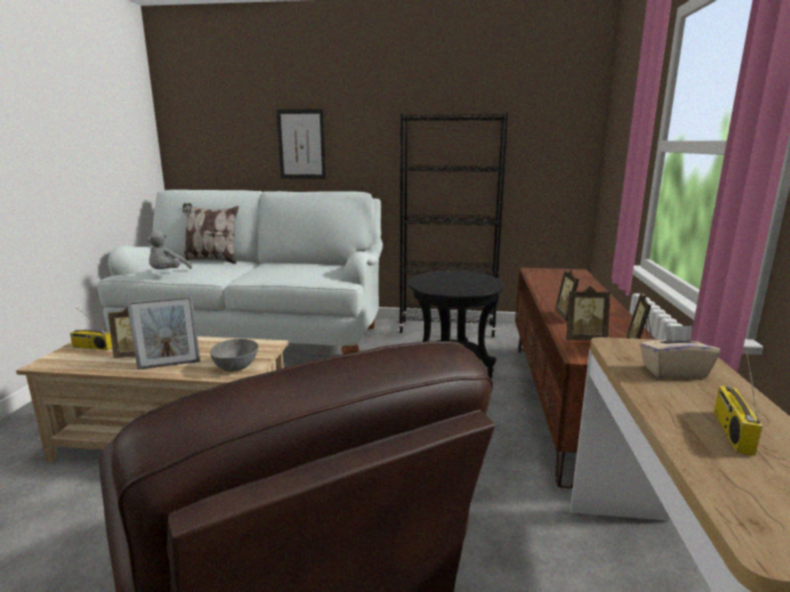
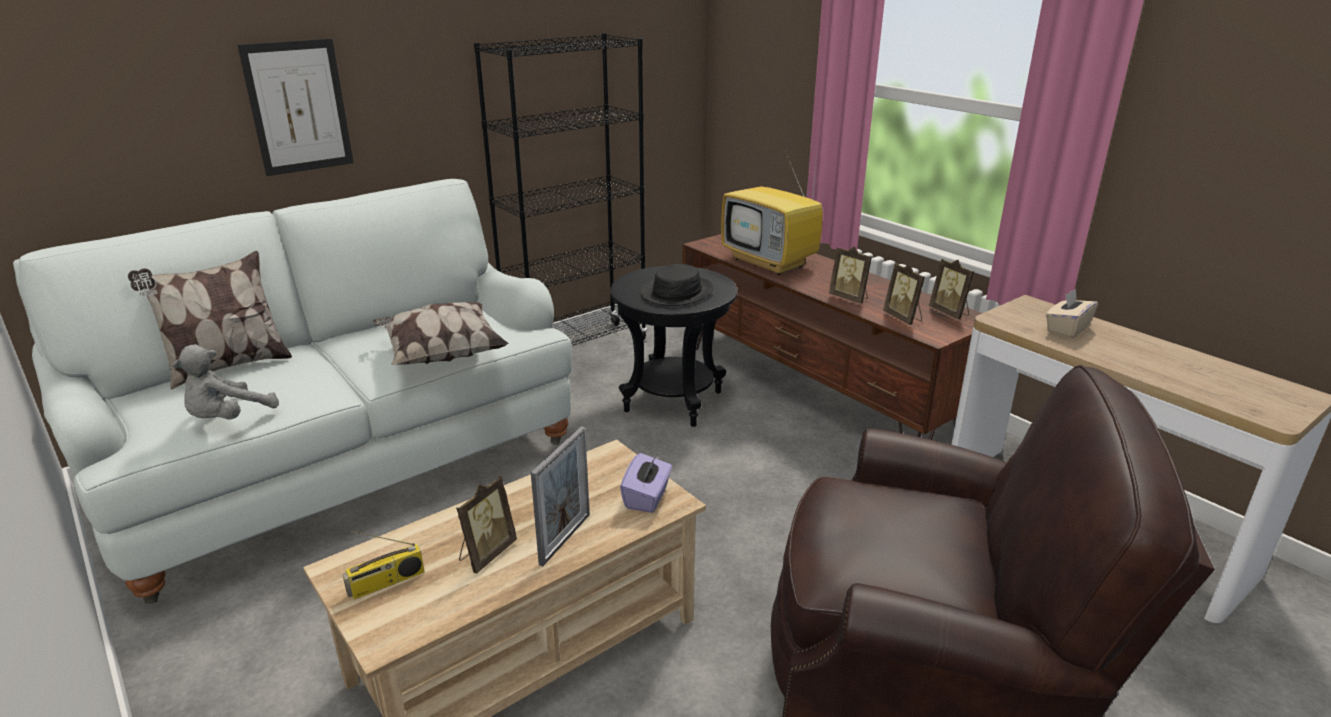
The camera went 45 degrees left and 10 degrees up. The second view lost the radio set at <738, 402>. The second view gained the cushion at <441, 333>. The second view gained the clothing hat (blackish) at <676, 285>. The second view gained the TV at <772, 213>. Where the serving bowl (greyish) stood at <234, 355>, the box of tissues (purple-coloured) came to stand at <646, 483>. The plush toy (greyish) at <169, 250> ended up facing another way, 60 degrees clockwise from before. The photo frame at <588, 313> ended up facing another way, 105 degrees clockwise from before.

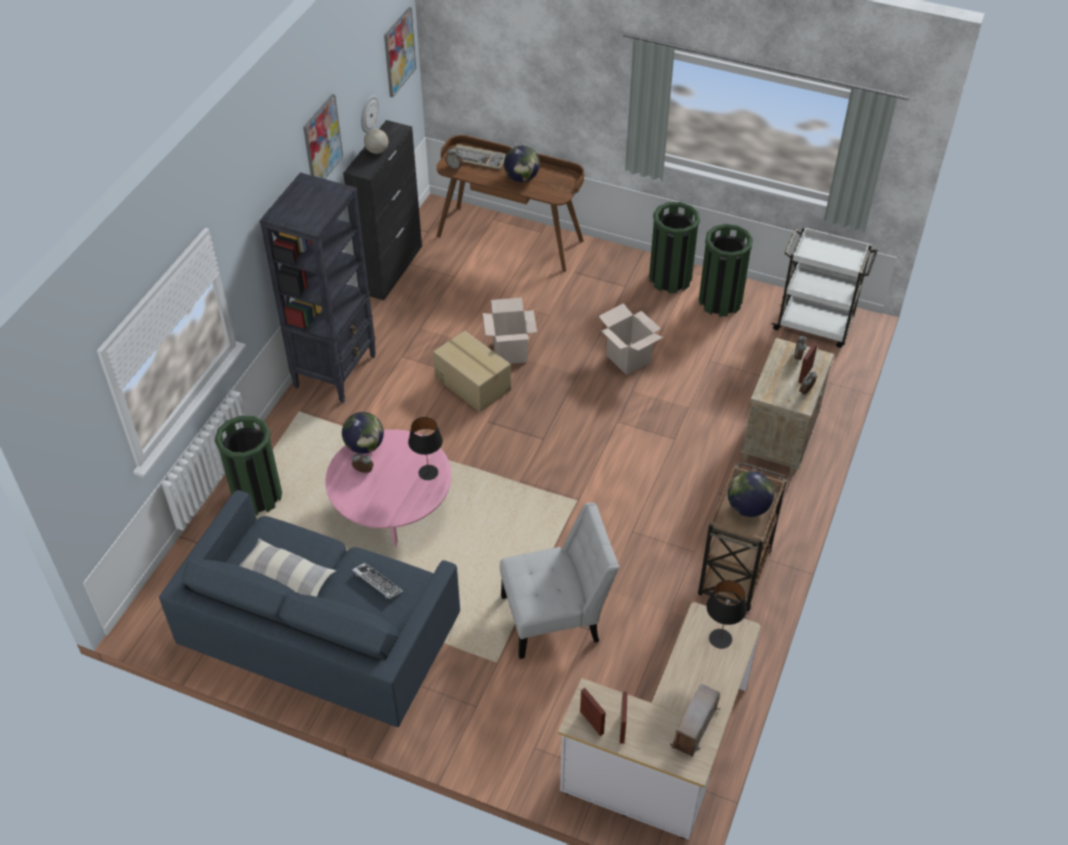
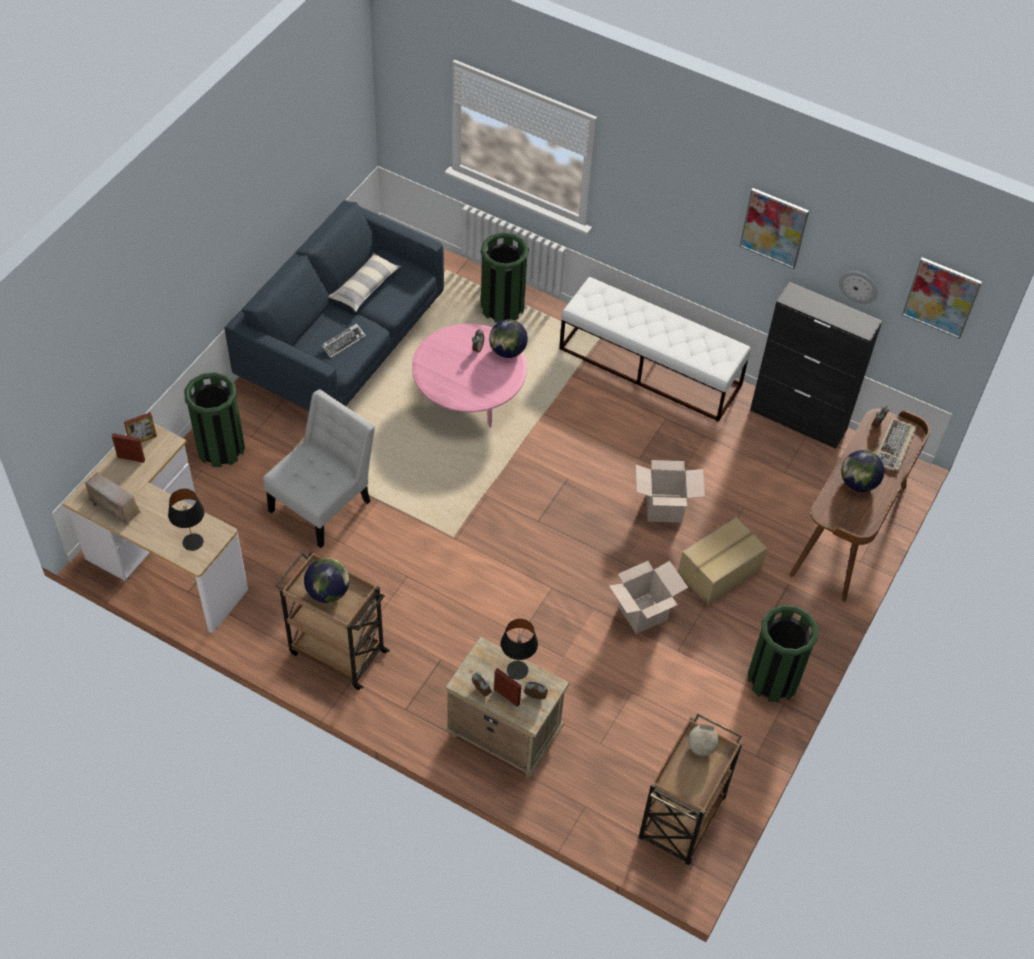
The camera went 95 degrees right and 5 degrees up. The globe ended up elsewhere, having gone from <376, 135> to <703, 740>. The table lamp (blackish) ended up elsewhere, having gone from <425, 448> to <519, 649>. The packing box ended up elsewhere, having gone from <472, 371> to <722, 561>. The trash can (green-coloured) ended up elsewhere, having gone from <726, 270> to <214, 419>. Where the bookshelf (blackish) stood at <318, 287>, the bench (white) came to stand at <655, 349>. What was the cart (white) at <824, 287> turned into the cart (brown-coloured) at <691, 789>. The chair (white) at <559, 581> ended up facing another way, 135 degrees counterclockwise from before.

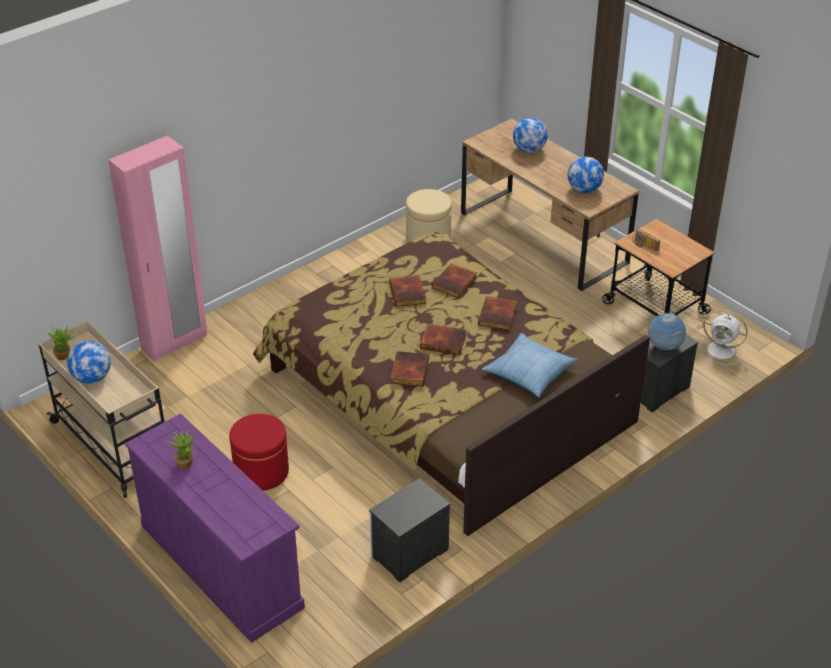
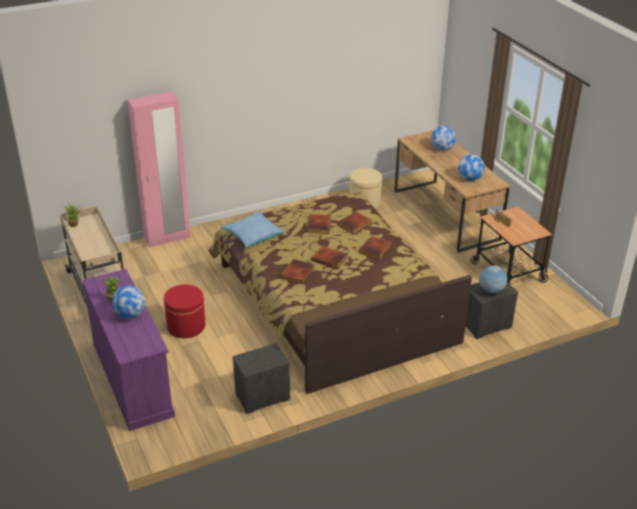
The camera went 15 degrees right and 5 degrees down. The second view lost the cooling fan (white) at <723, 337>. The globe ended up elsewhere, having gone from <89, 362> to <128, 302>. The cushion ended up elsewhere, having gone from <530, 365> to <253, 229>.

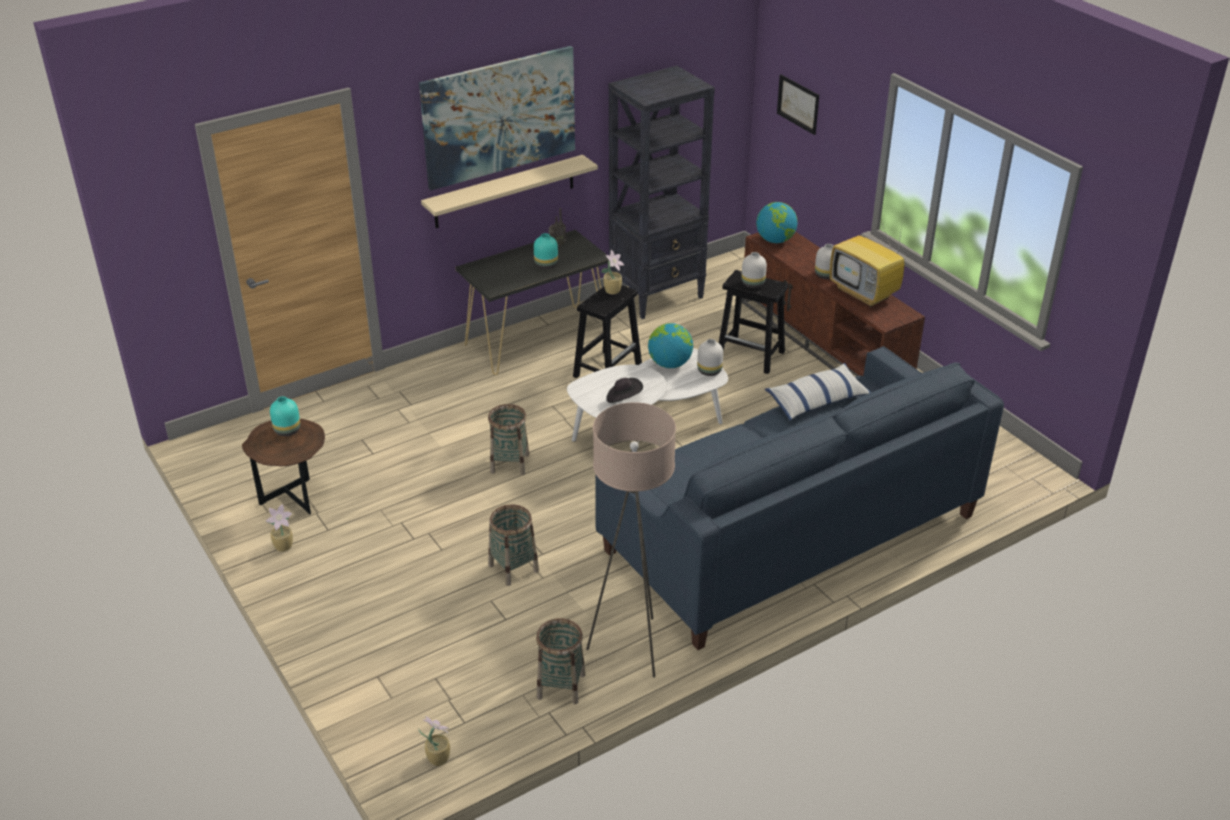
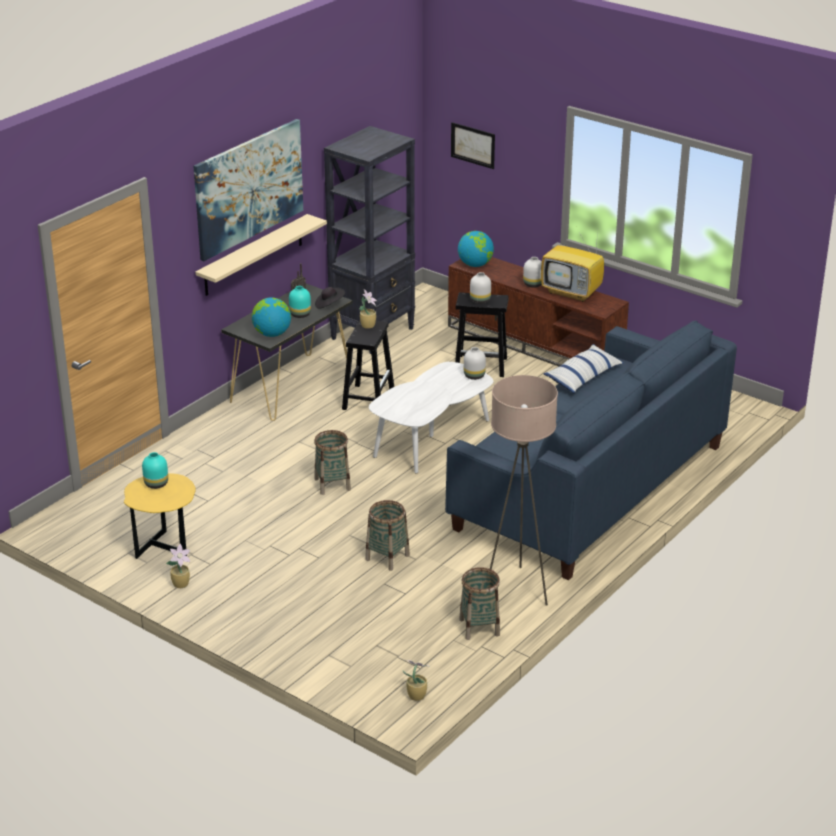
The camera went 20 degrees left and 5 degrees down. The clothing hat (blackish) ended up elsewhere, having gone from <624, 390> to <330, 298>. The globe ended up elsewhere, having gone from <670, 345> to <271, 317>. What was the end table (brown-coloured) at <283, 466> turned into the end table (yellow-coloured) at <160, 516>.

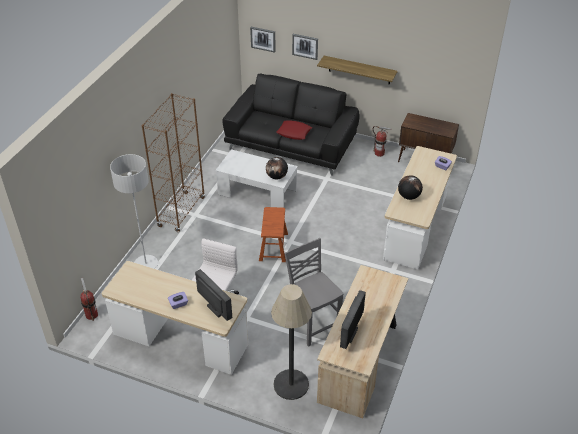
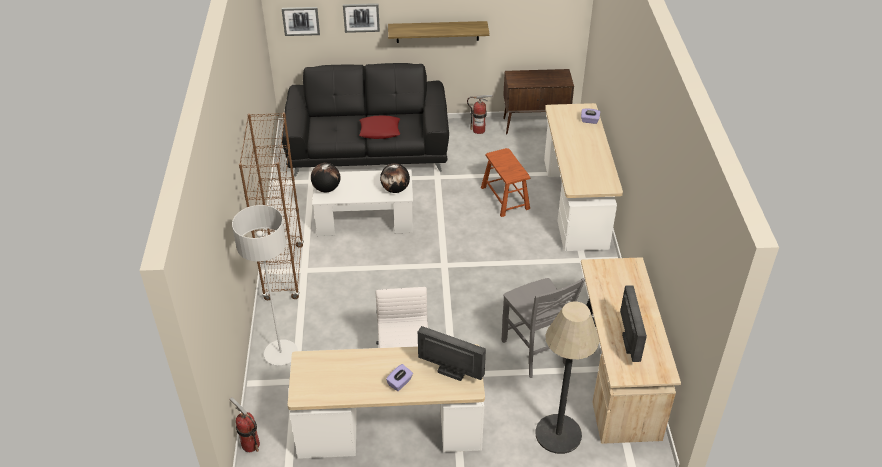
The camera went 25 degrees left and 0 degrees up. The stool (brown-coloured) ended up elsewhere, having gone from <273, 234> to <505, 182>. The globe ended up elsewhere, having gone from <410, 187> to <326, 177>. The chair (greyish) at <314, 292> ended up facing another way, 150 degrees counterclockwise from before.

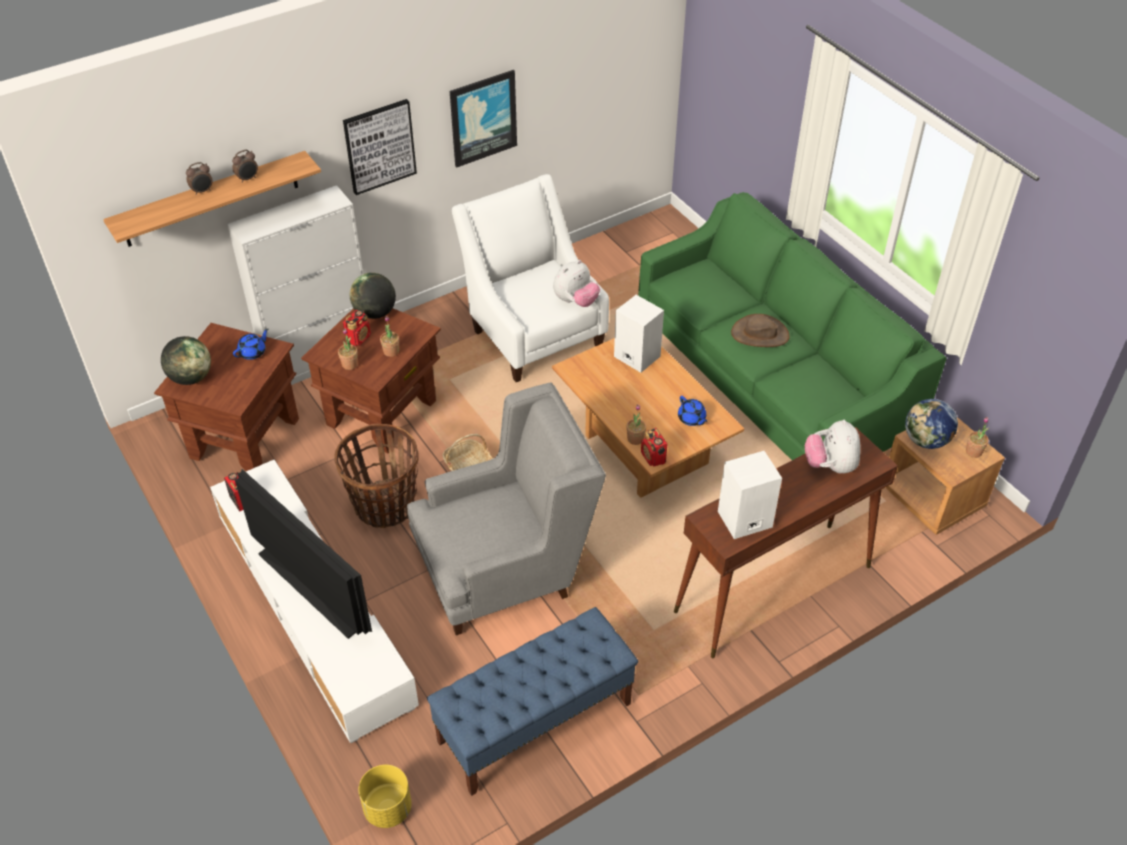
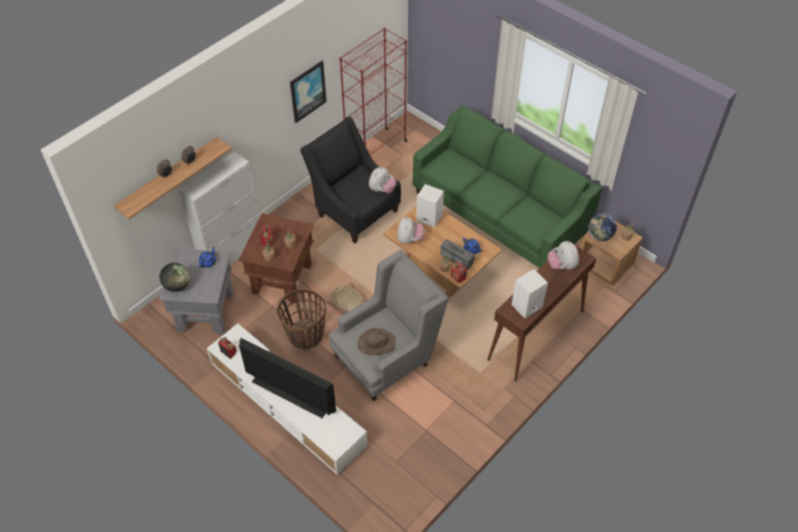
The camera went 15 degrees left and 5 degrees up. The second view lost the picture at <380, 147>. The second view lost the globe at <373, 296>. The second view lost the flower pot (yellow-coloured) at <385, 796>. The second view lost the bench (blue) at <532, 701>. The second view gained the bookshelf (reddish) at <373, 91>. The second view gained the plush toy at <410, 230>. The second view gained the radio set at <458, 254>. The clothing hat (brown-coloured) ended up elsewhere, having gone from <760, 330> to <376, 341>. What was the end table (brown-coloured) at <226, 397> turned into the end table (greyish) at <196, 291>. What was the easy chair (white) at <530, 278> turned into the easy chair (blackish) at <350, 180>.

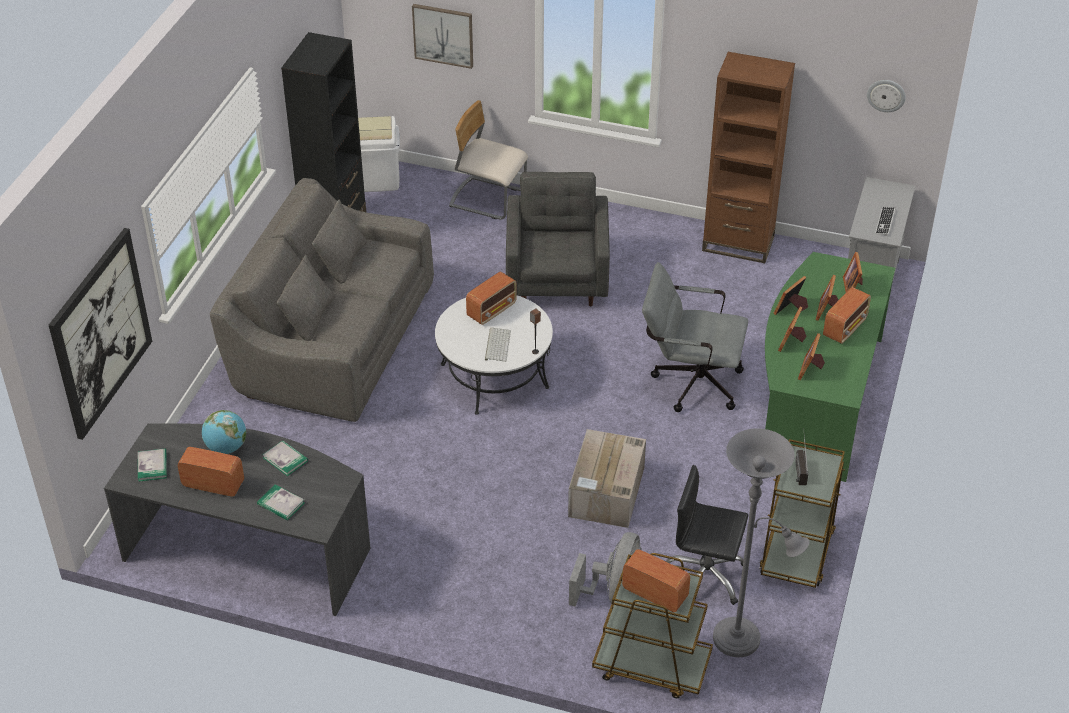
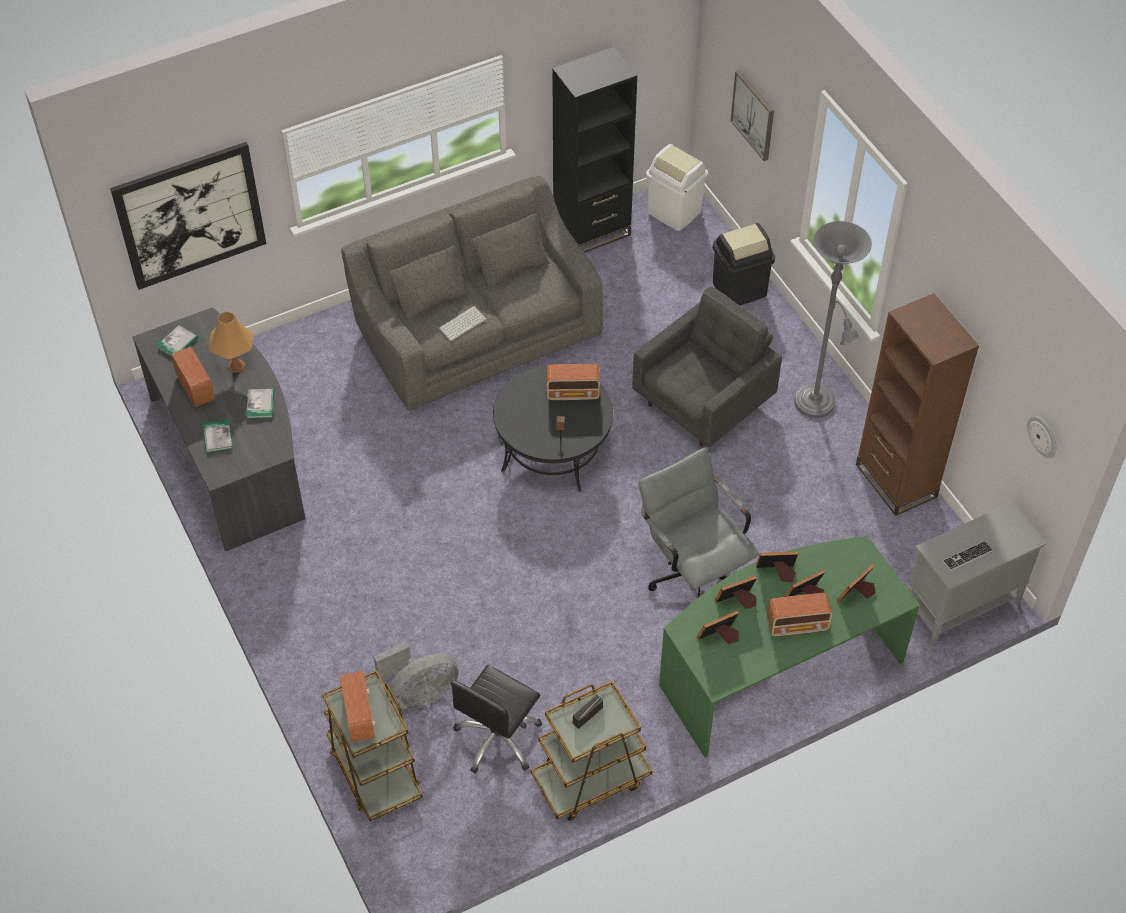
The camera went 45 degrees right and 10 degrees up. The second view lost the packing box at <607, 478>. The PC keyboard ended up elsewhere, having gone from <498, 344> to <462, 323>. The standard lamp (greyish) ended up elsewhere, having gone from <761, 542> to <833, 319>. Where the globe stood at <224, 432>, the table lamp (orange-coloured) came to stand at <231, 342>. Where the chair (sand-coloured) stood at <488, 160>, the trash can (blackish) came to stand at <744, 264>. What was the coffee table (white) at <494, 355> turned into the coffee table (blackish) at <553, 429>. The computer chair (blackish) at <707, 535> ended up facing another way, 120 degrees counterclockwise from before.

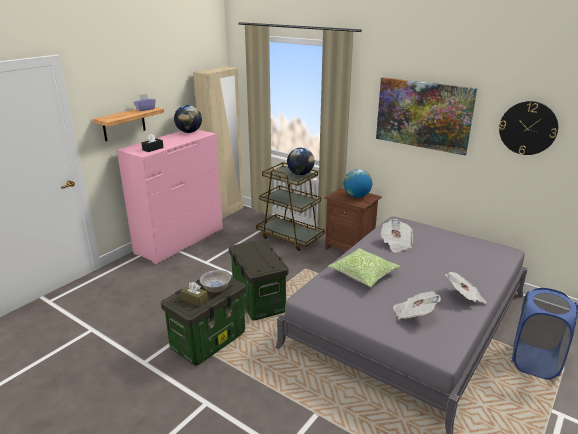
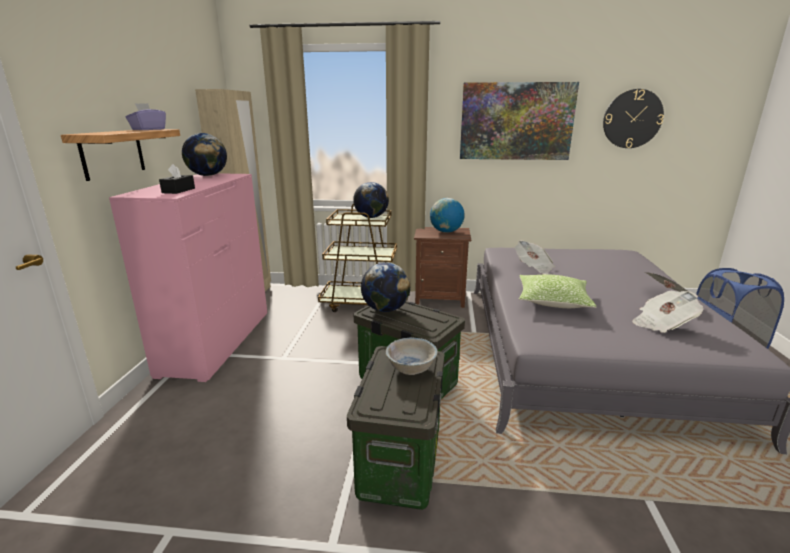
The camera went 30 degrees left and 5 degrees down. The second view lost the box of tissues (brown-coloured) at <194, 294>. The second view gained the globe at <385, 287>.

